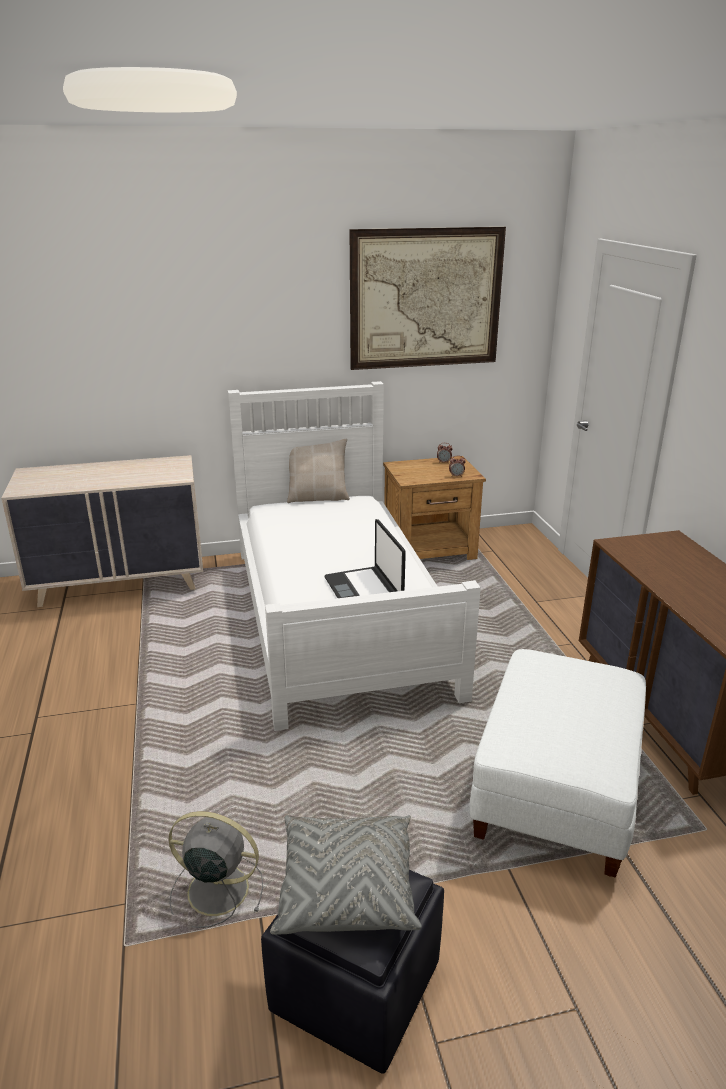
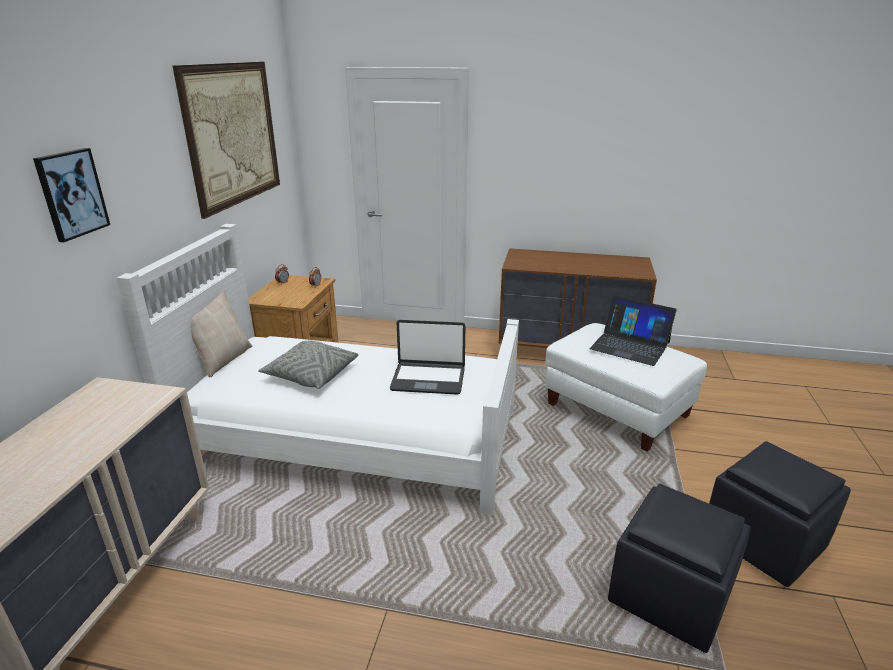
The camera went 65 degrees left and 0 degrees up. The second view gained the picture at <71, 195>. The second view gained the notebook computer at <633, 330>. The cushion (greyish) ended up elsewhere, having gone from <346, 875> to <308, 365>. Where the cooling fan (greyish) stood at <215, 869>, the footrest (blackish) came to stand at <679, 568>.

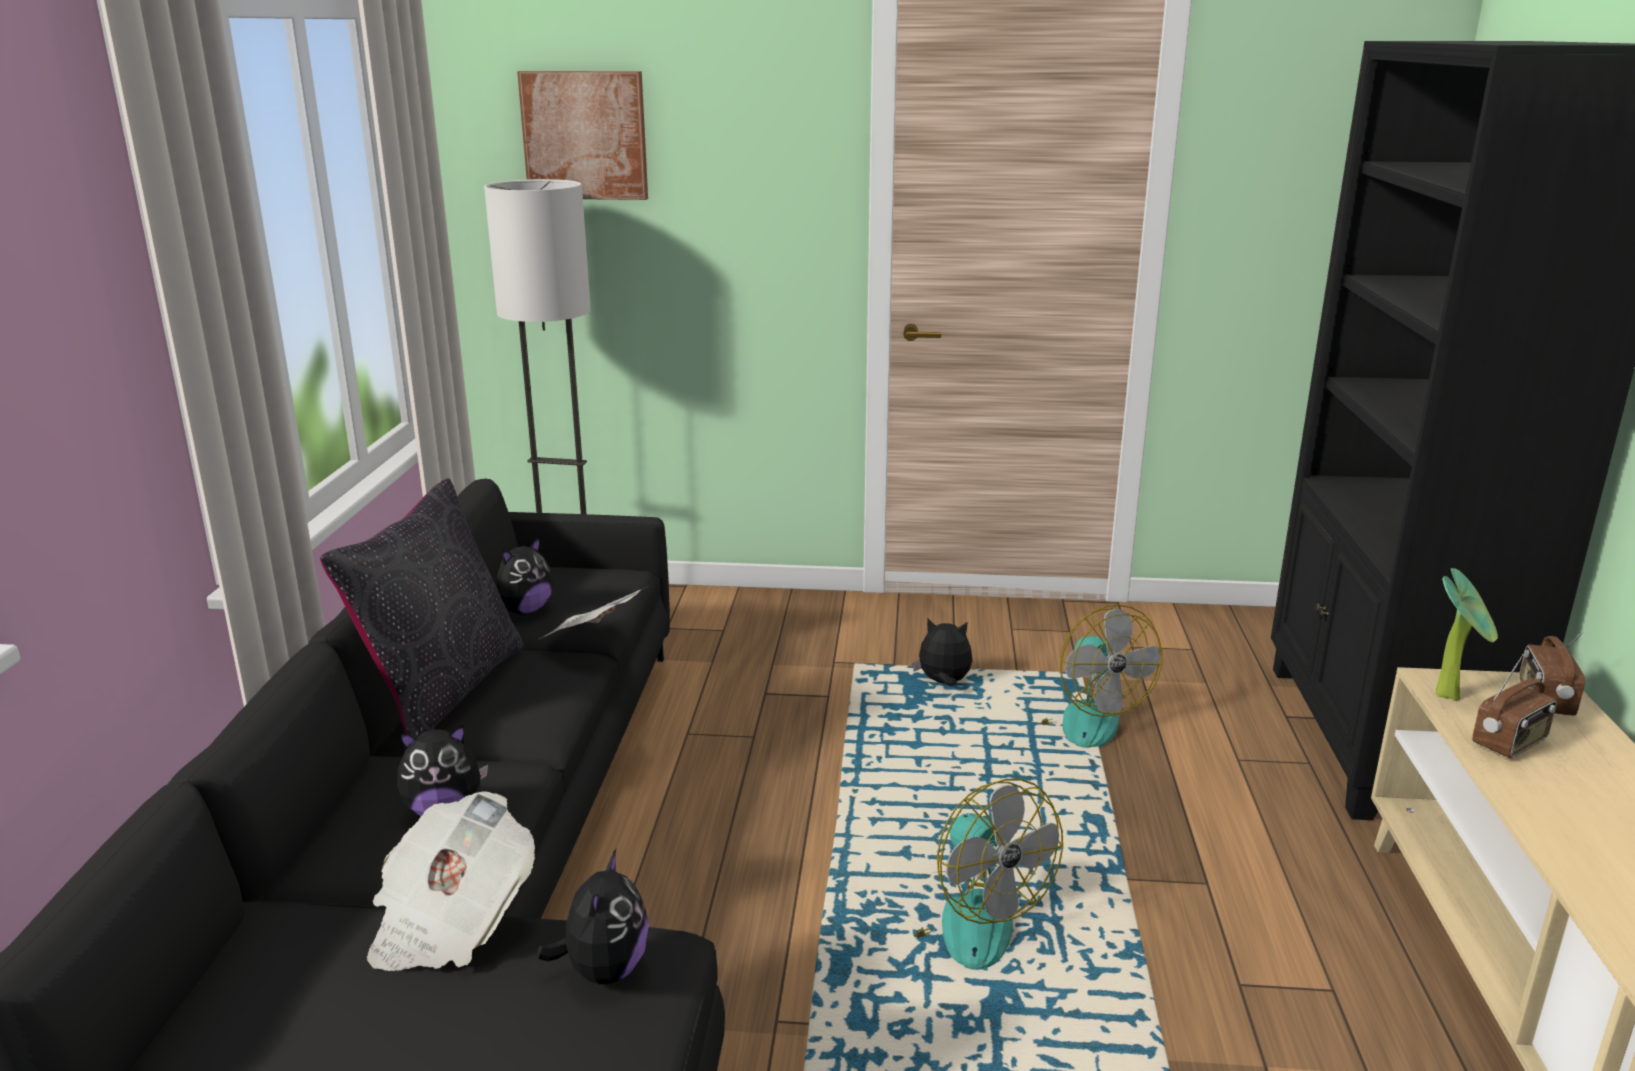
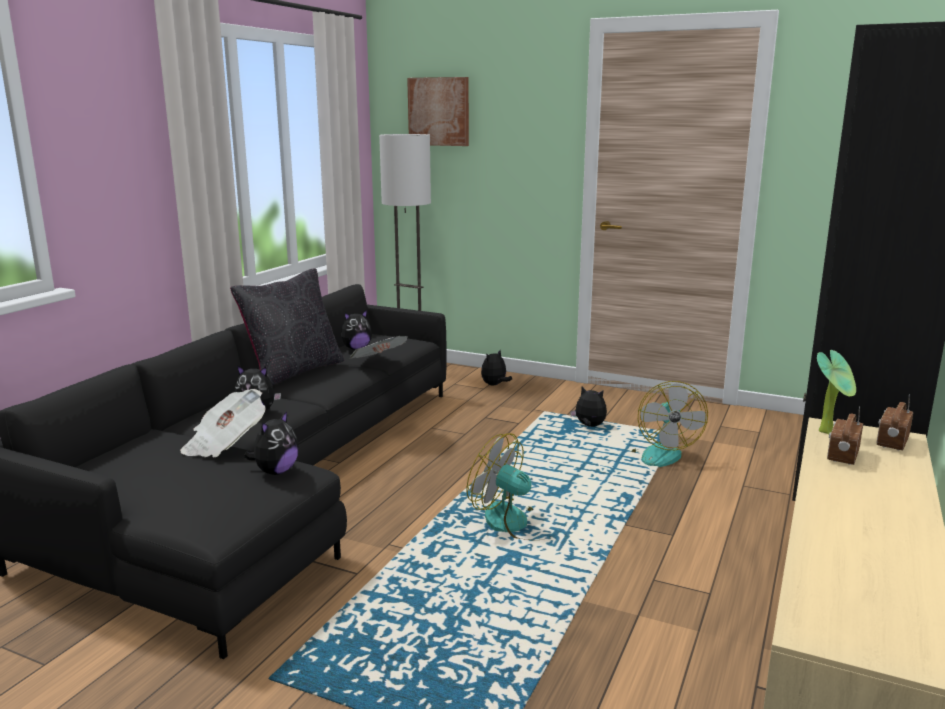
The camera went 20 degrees right and 5 degrees down. The second view gained the plush toy at <496, 367>. The cooling fan at <988, 874> ended up facing another way, 135 degrees clockwise from before. The radio set at <1514, 706> ended up facing another way, 135 degrees clockwise from before.

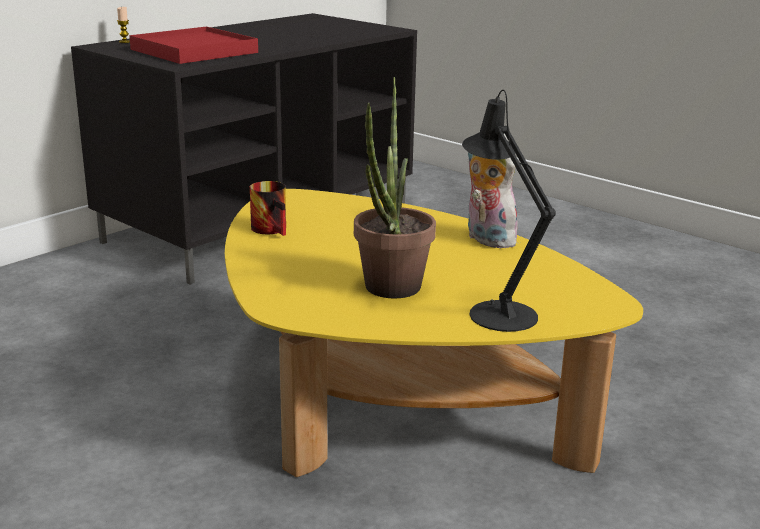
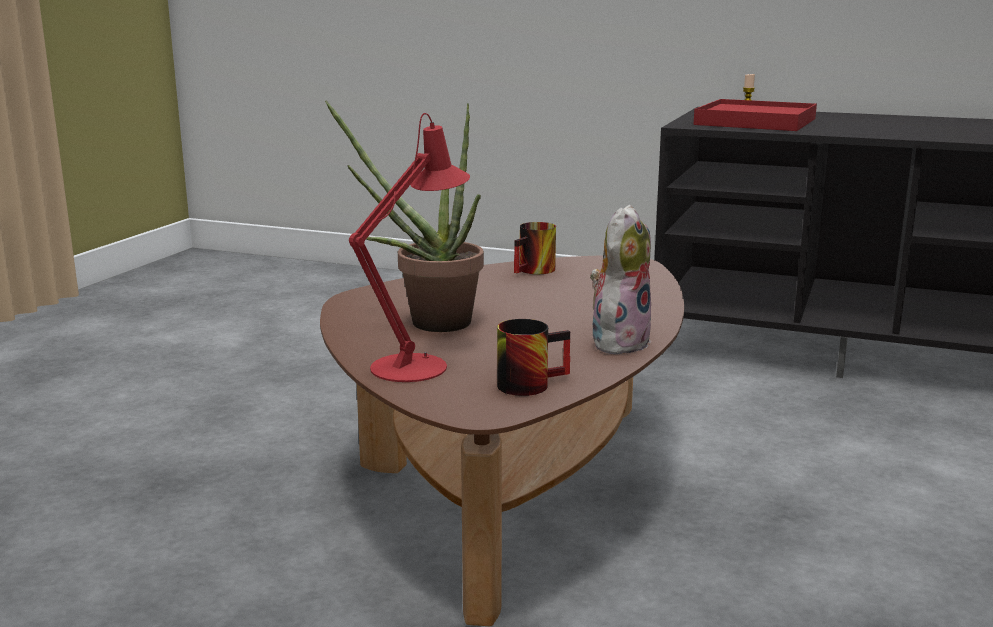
The camera went 70 degrees right and 5 degrees down. The second view gained the tea mug at <533, 357>. What was the coffee table (yellow-coloured) at <434, 333> turned into the coffee table (brown-coloured) at <502, 440>. What was the table lamp (blackish) at <509, 211> turned into the table lamp (reddish) at <409, 247>.

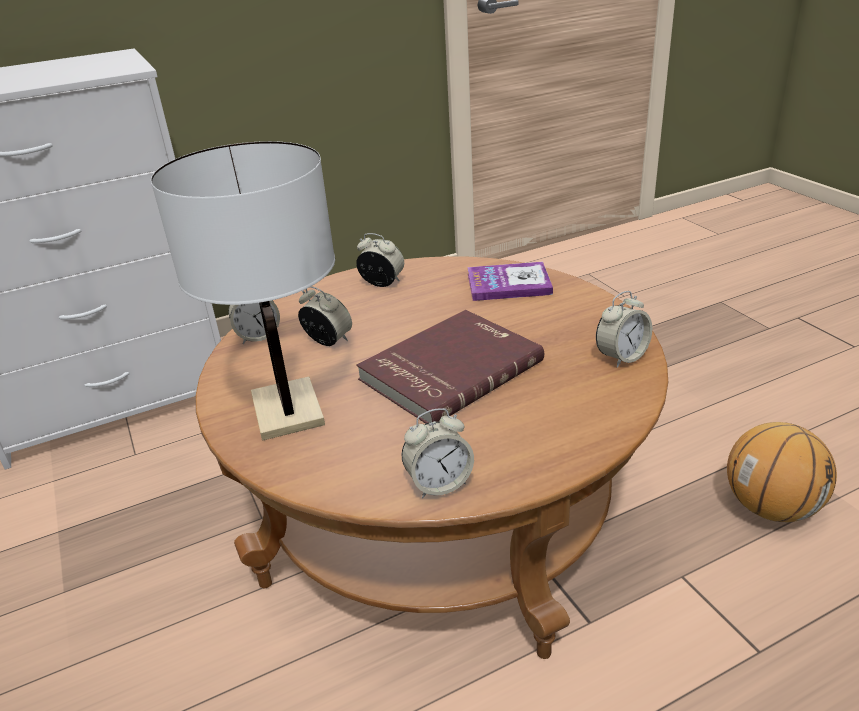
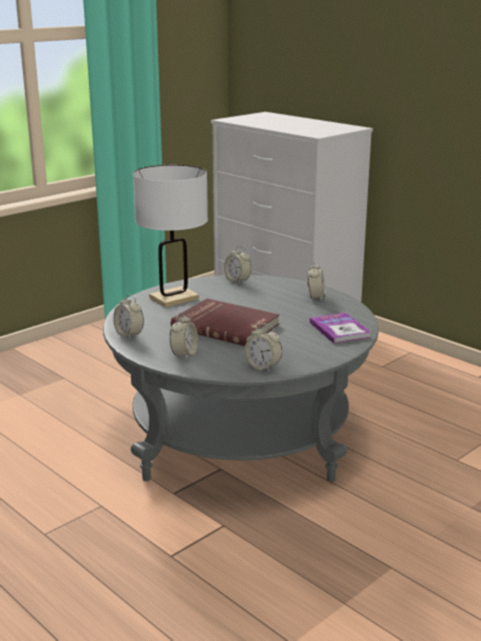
The camera went 70 degrees right and 10 degrees down. The second view lost the basketball at <782, 472>. The table clock ended up elsewhere, having gone from <325, 316> to <184, 336>. What was the coffee table (brown-coloured) at <431, 457> turned into the coffee table (greyish) at <241, 378>.

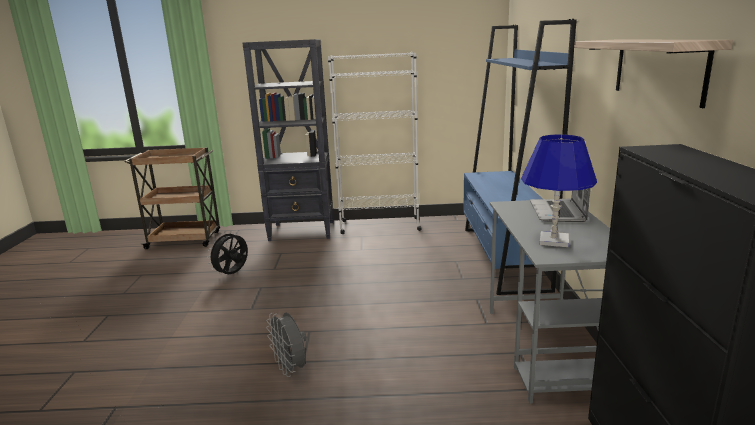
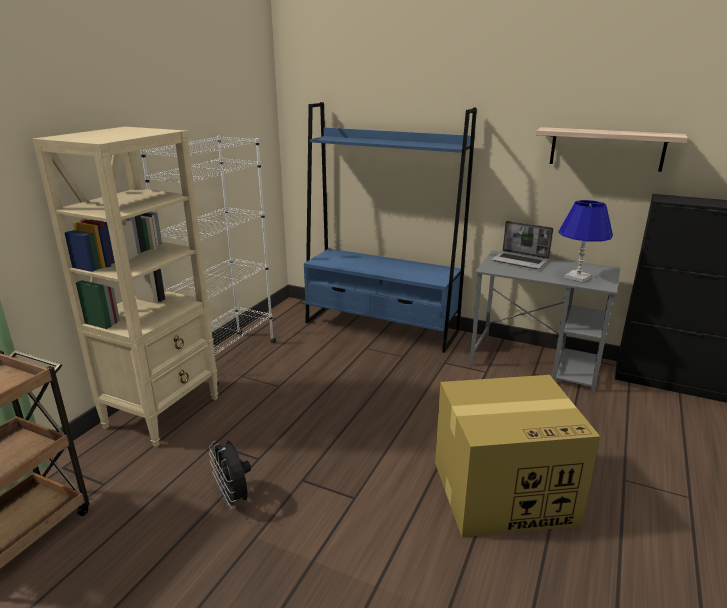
The camera went 65 degrees left and 5 degrees up. Where the cooling fan (greyish) stood at <286, 344>, the packing box came to stand at <517, 456>. What was the bookshelf (blackish) at <288, 140> turned into the bookshelf (sand-coloured) at <125, 287>.

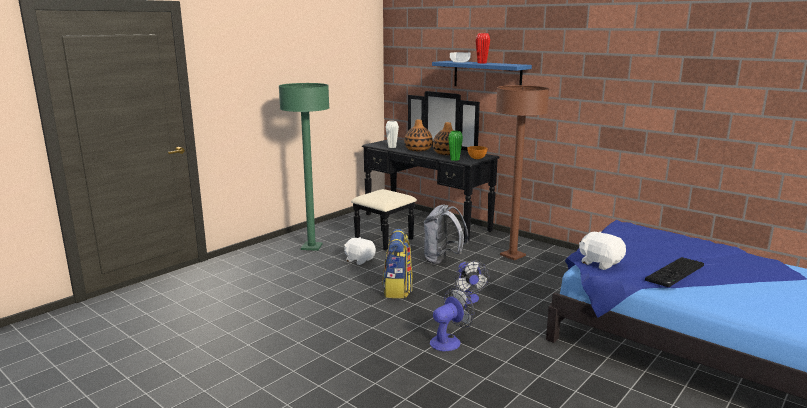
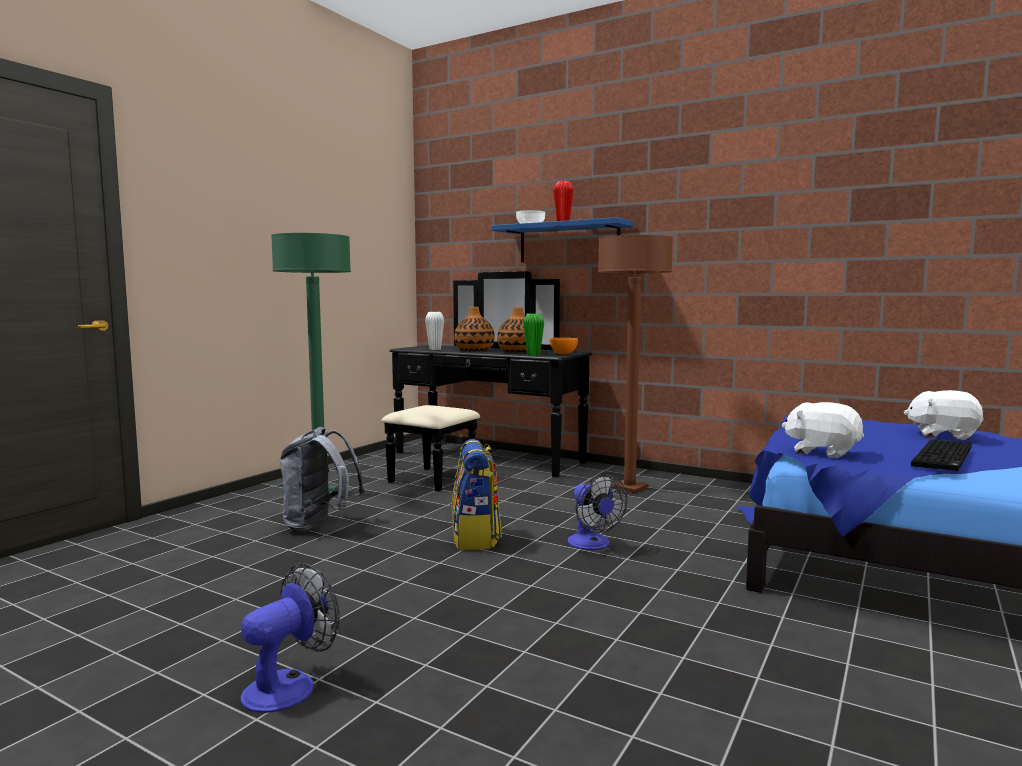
The camera went 10 degrees left and 10 degrees down. The plush toy (white) ended up elsewhere, having gone from <360, 251> to <944, 415>. The backpack (greyish) ended up elsewhere, having gone from <446, 234> to <322, 479>. The cooling fan ended up elsewhere, having gone from <452, 319> to <290, 638>.

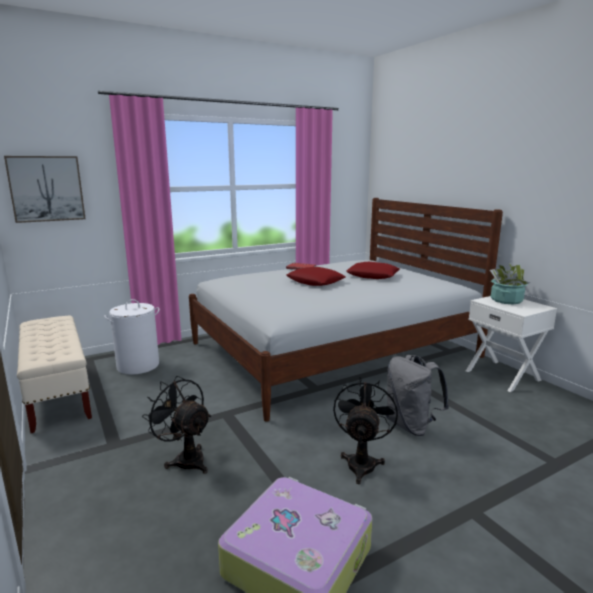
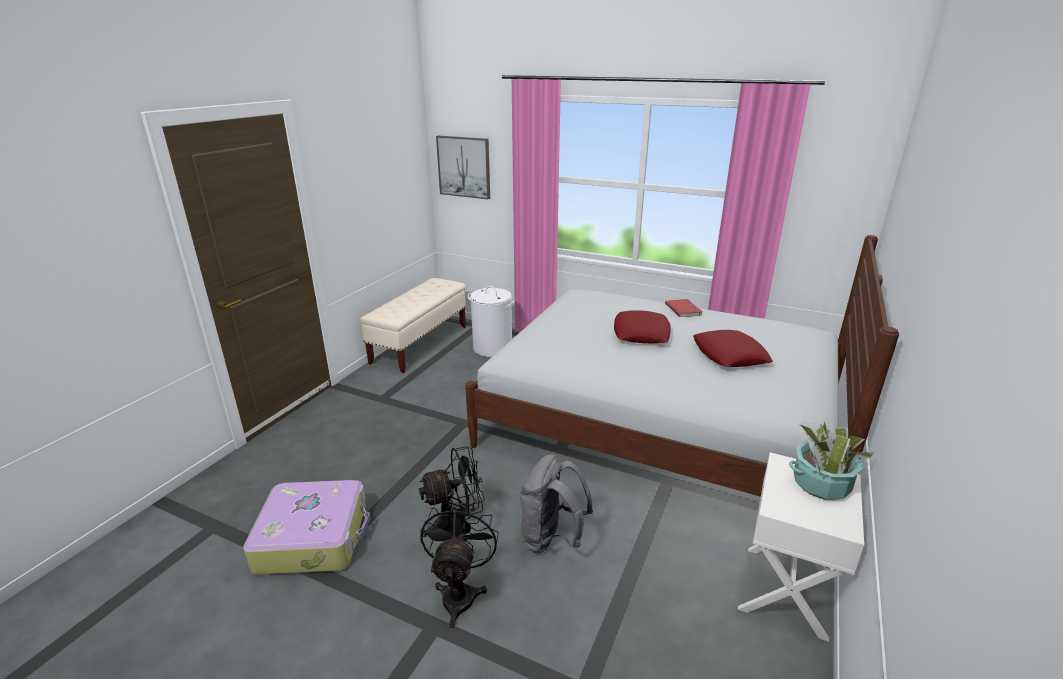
The camera went 55 degrees right and 10 degrees up. The cooling fan (blackish) ended up elsewhere, having gone from <176, 425> to <460, 564>.

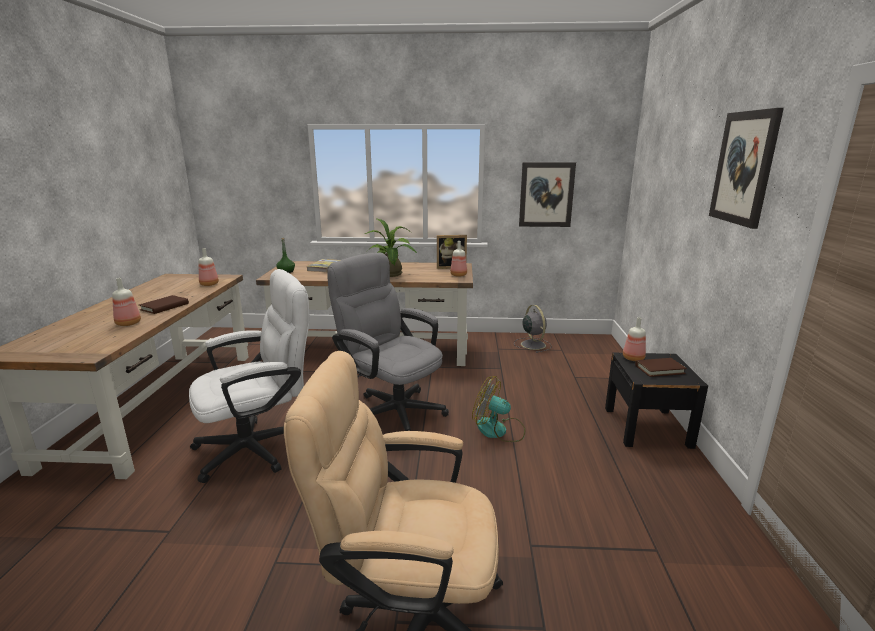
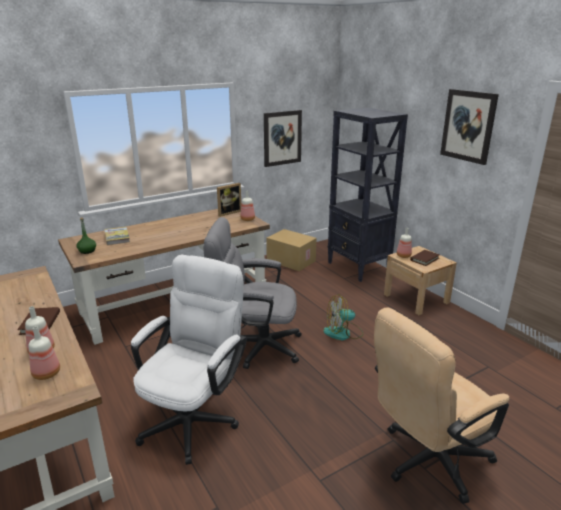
The camera went 35 degrees left and 5 degrees up. The second view lost the potted plant at <391, 247>. The second view gained the bookshelf (blackish) at <368, 194>. The bottle ended up elsewhere, having gone from <209, 267> to <44, 353>. Where the cooling fan (greyish) stood at <533, 329>, the packing box came to stand at <291, 250>. What was the bedside table (blackish) at <656, 401> turned into the bedside table (sand-coloured) at <420, 280>.

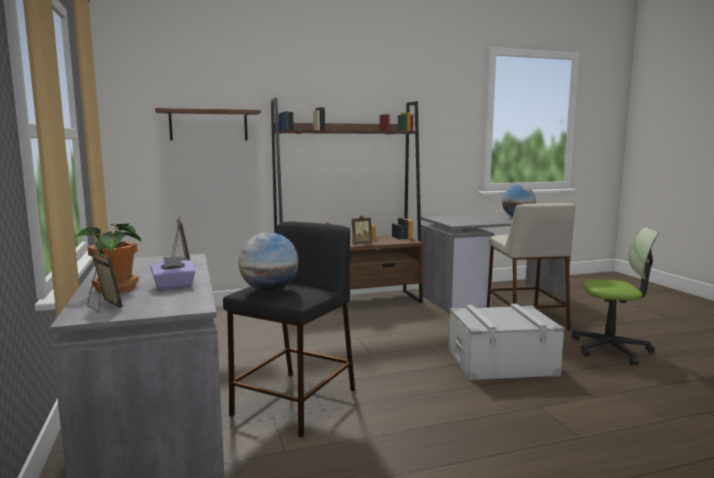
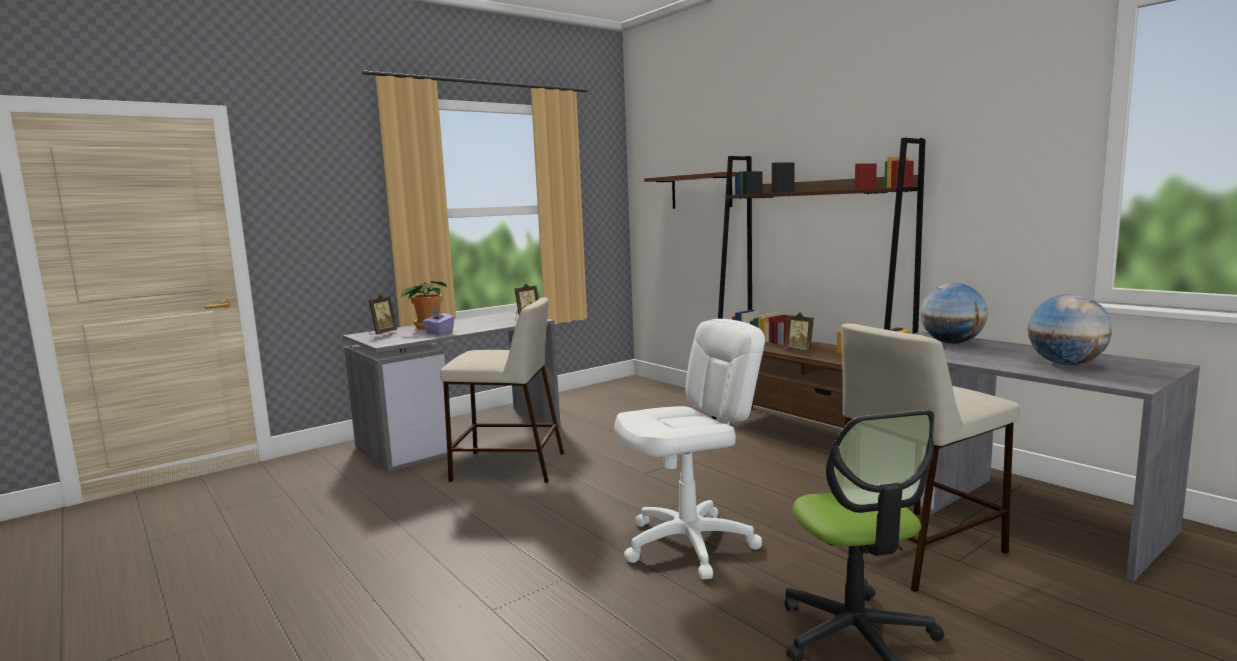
The camera went 70 degrees right and 0 degrees up. The globe ended up elsewhere, having gone from <268, 262> to <954, 313>. Where the storage bin (greyish) stood at <507, 342>, the computer chair (white) came to stand at <689, 449>. What was the stool (blackish) at <289, 329> turned into the stool (sand-coloured) at <502, 390>.

